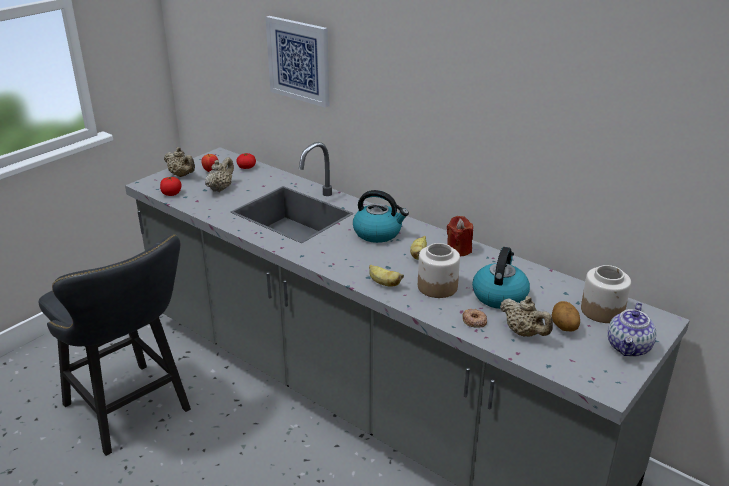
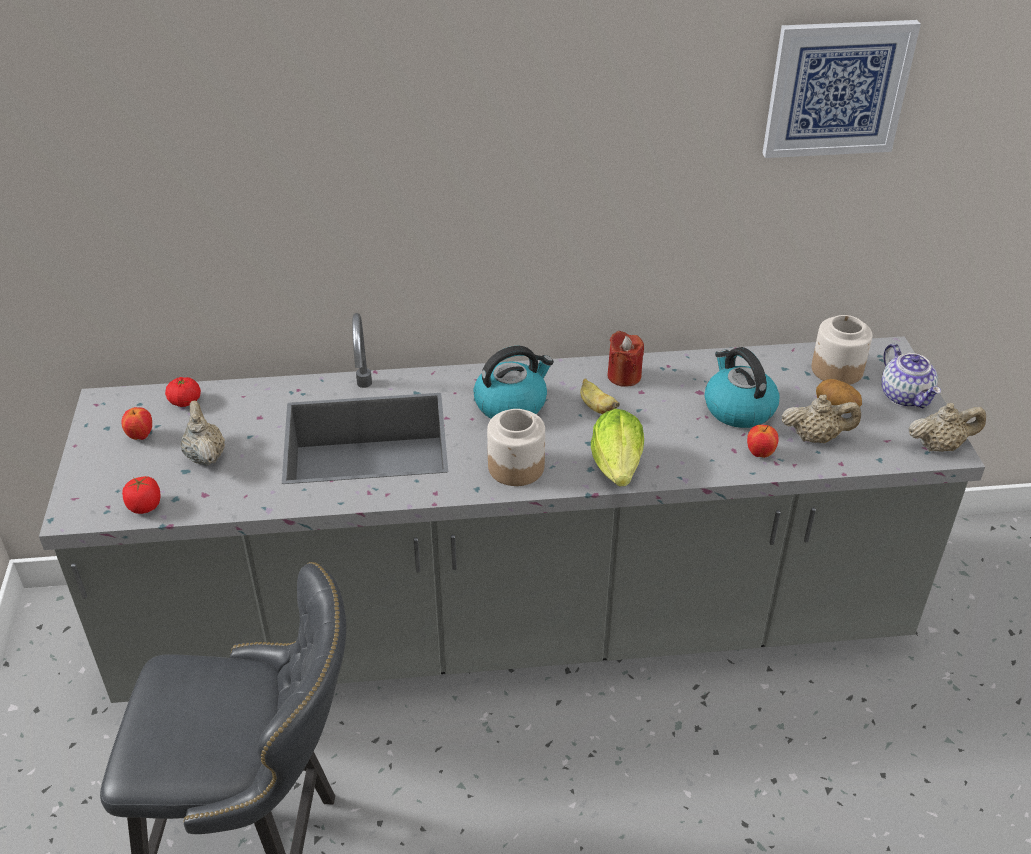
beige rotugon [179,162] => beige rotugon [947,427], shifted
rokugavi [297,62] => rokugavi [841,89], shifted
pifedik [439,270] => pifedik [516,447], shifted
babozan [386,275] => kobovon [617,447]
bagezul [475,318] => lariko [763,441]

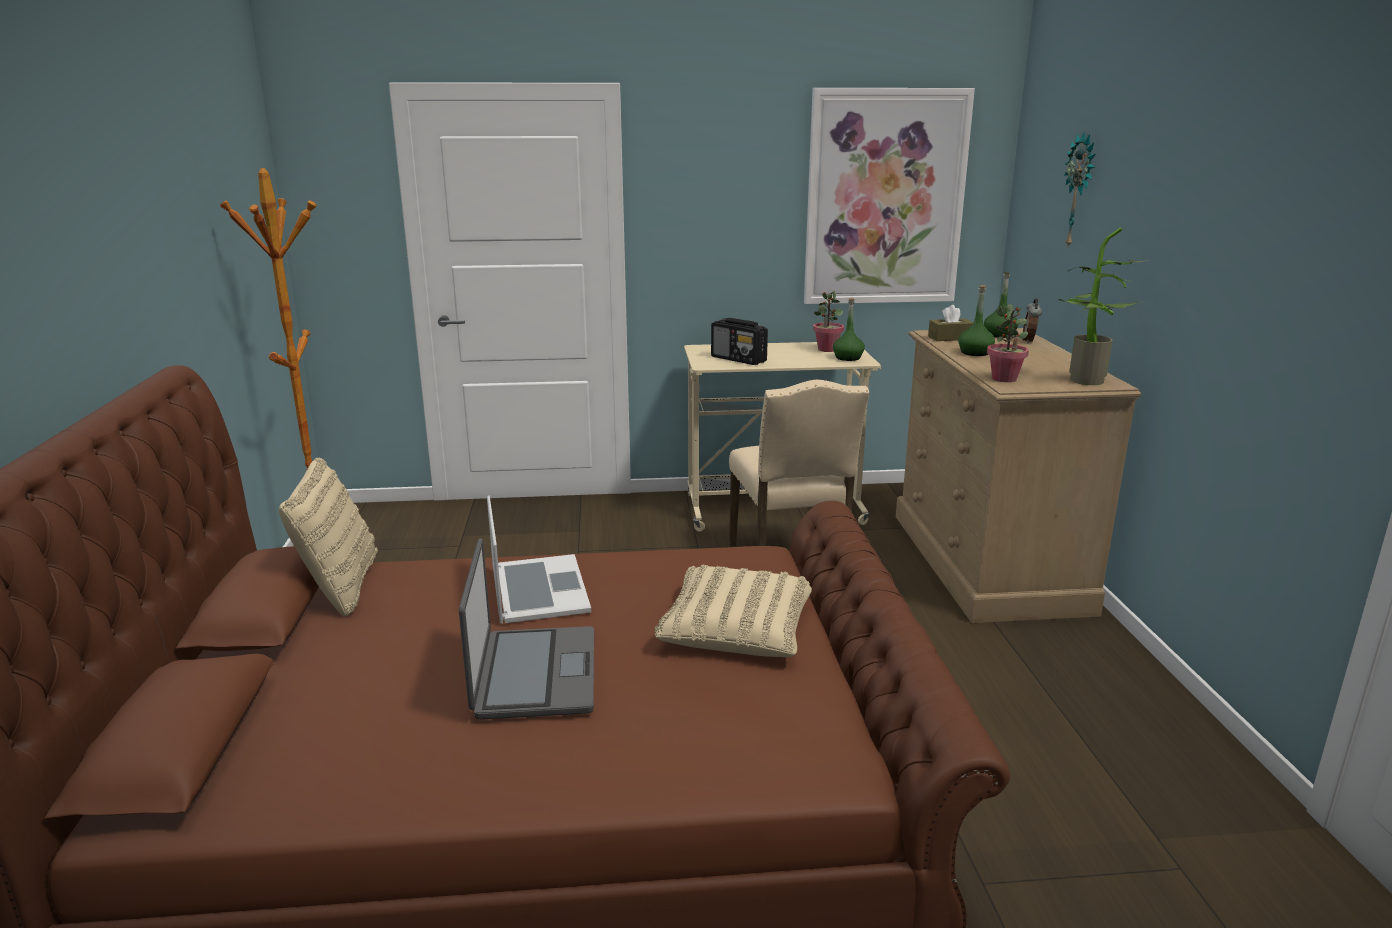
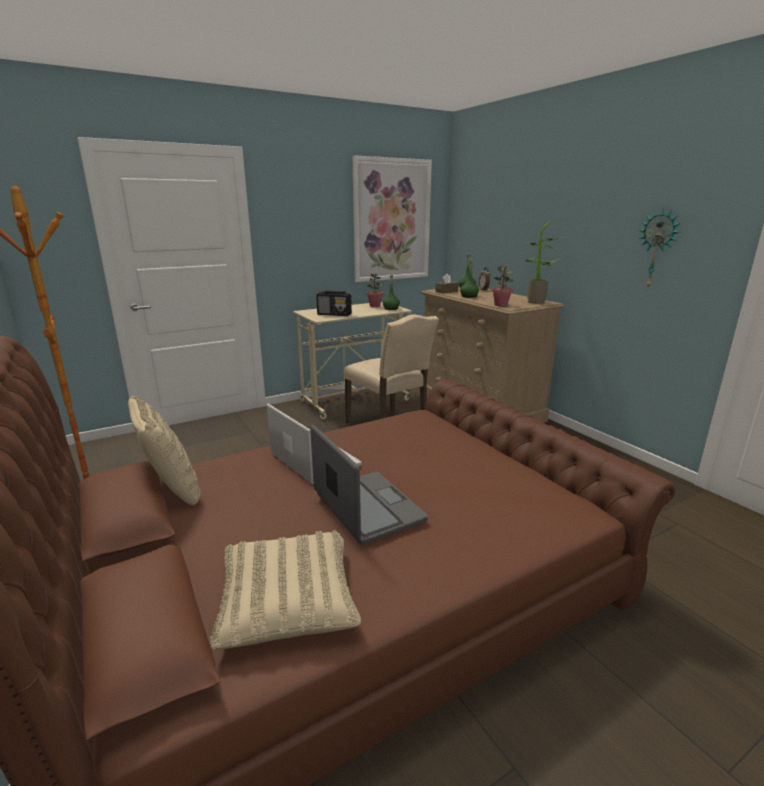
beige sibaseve [733,610] => beige sibaseve [285,590], shifted
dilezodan [1079,190] => dilezodan [660,247], shifted

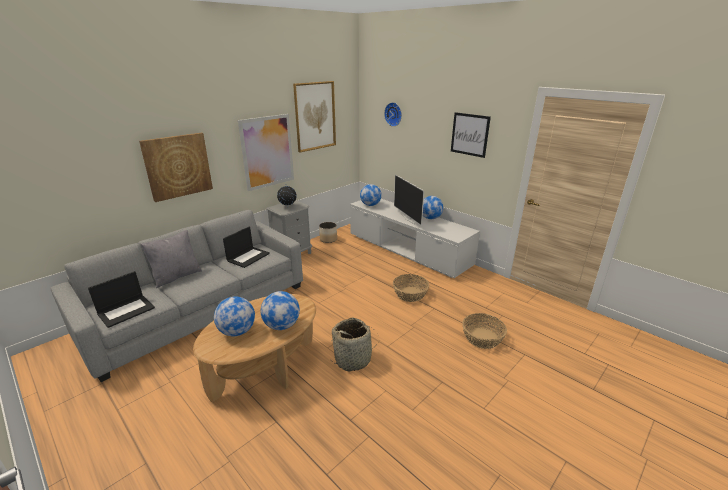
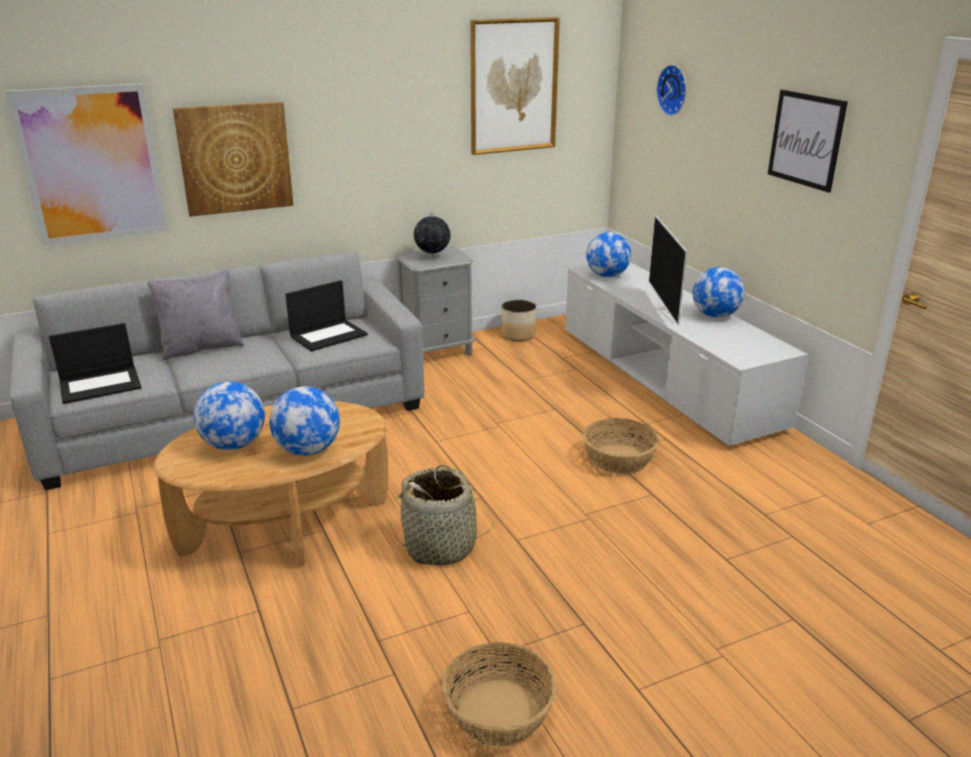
rokugavi [266,152] => rokugavi [87,164], shifted
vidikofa [484,331] => vidikofa [499,694], shifted

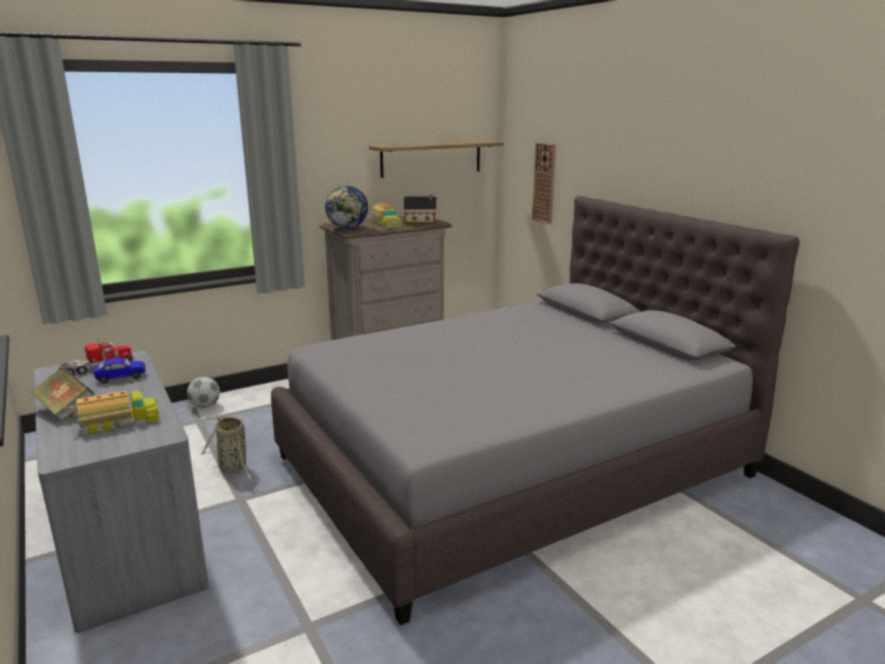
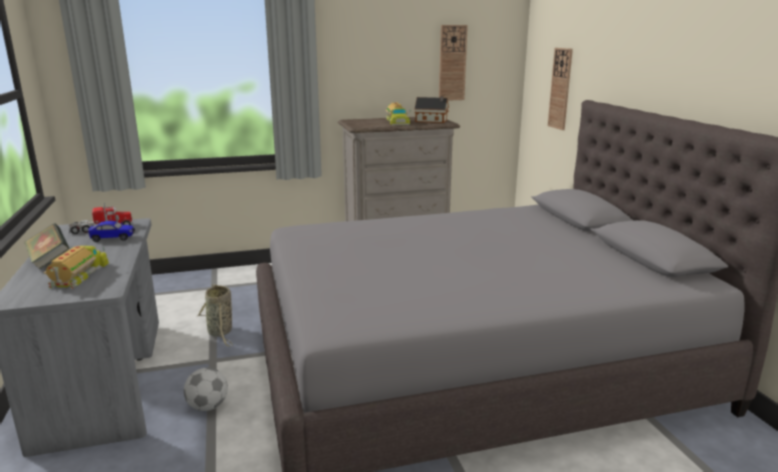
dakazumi [346,207] => nothing
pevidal [203,392] => pevidal [206,389], shifted
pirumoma [436,159] => dilezodan [453,63]
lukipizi [112,411] => lukipizi [76,267], 75 degrees counterclockwise

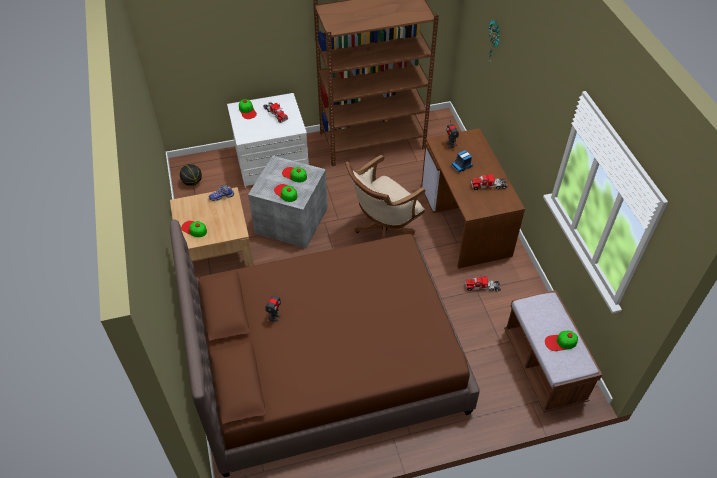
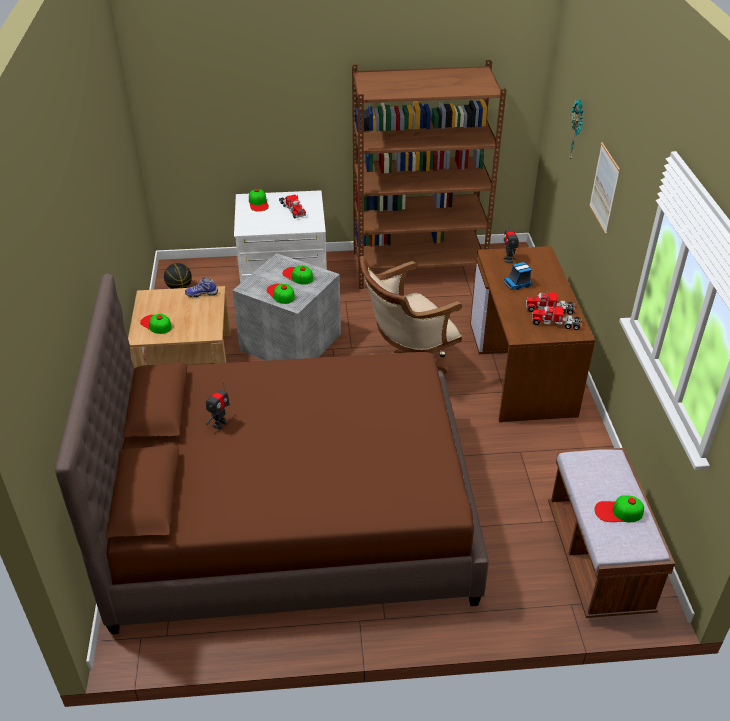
nothing => rokugavi [604,188]
lukipizi [483,283] => lukipizi [556,316], shifted

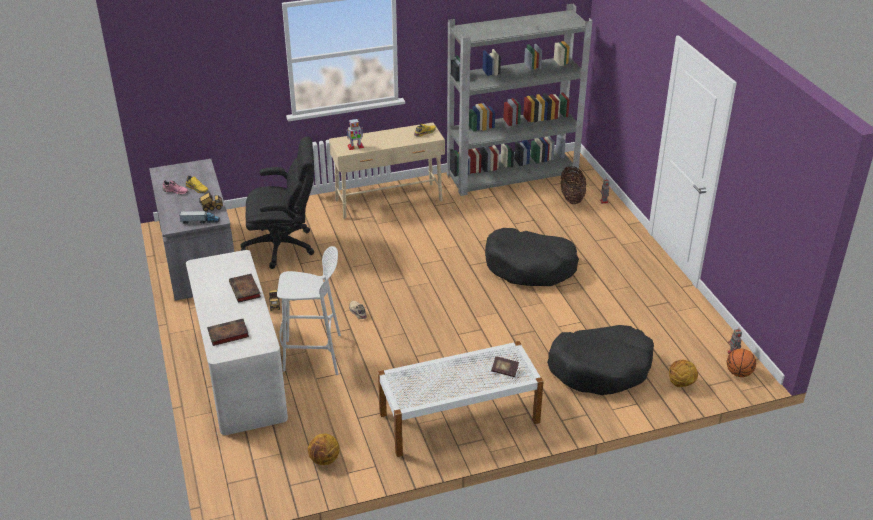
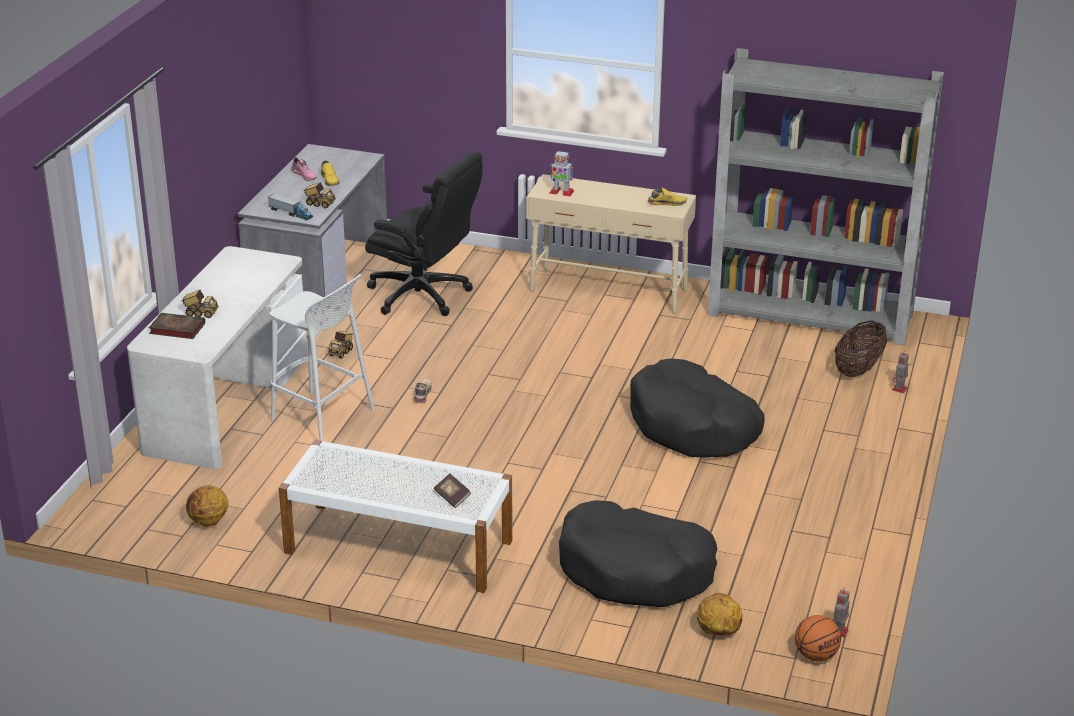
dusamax [245,288] => nothing
nothing => lukipizi [199,304]

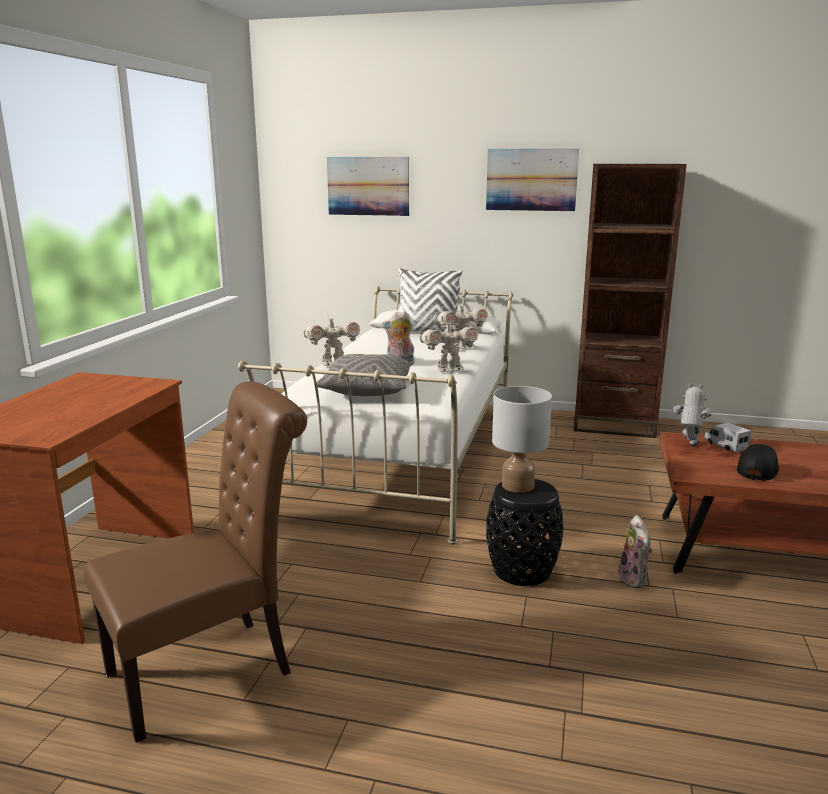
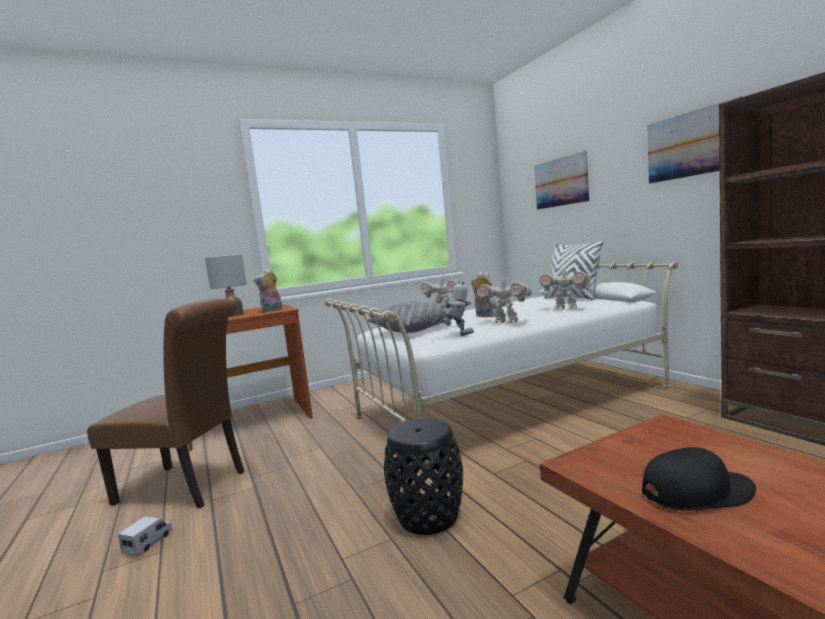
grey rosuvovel [522,439] => grey rosuvovel [226,285], shifted
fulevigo [635,551] => fulevigo [268,290], shifted
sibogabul [692,415] => sibogabul [453,308], shifted
lukipizi [727,437] => lukipizi [145,536], shifted

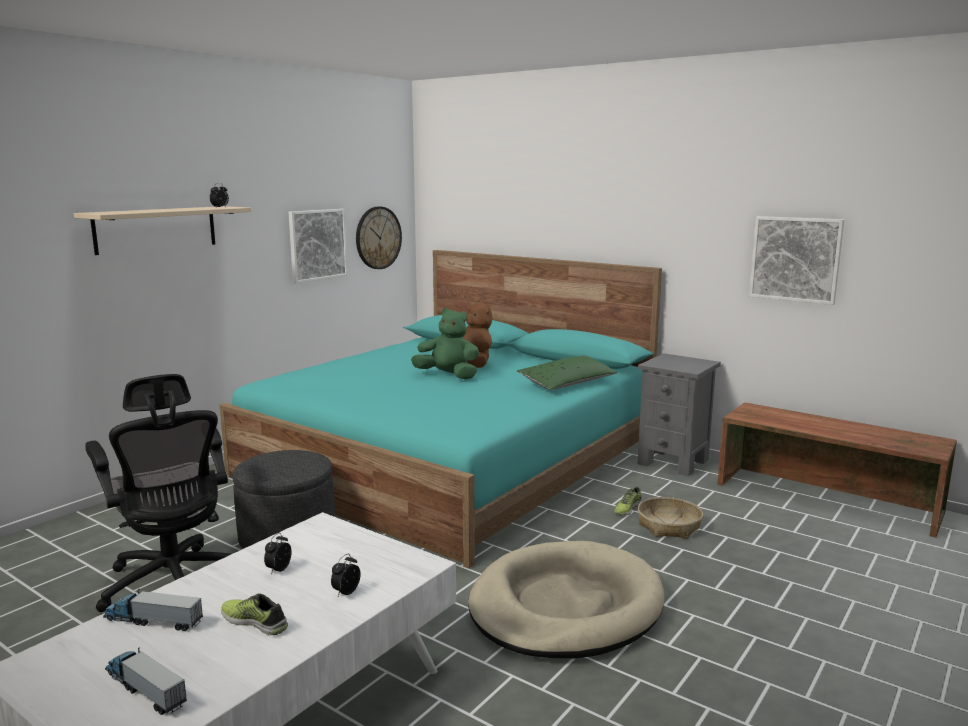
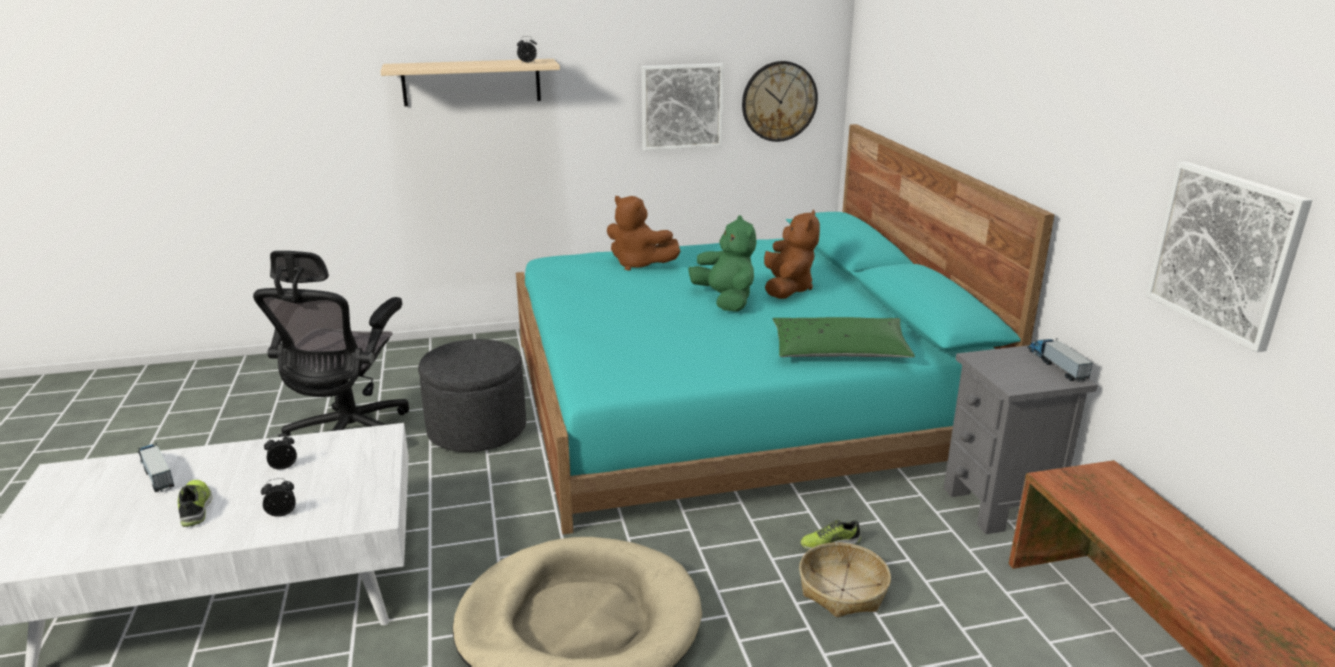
nothing => brown fulevigo [643,233]
lukipizi [146,681] => lukipizi [1060,360], shifted

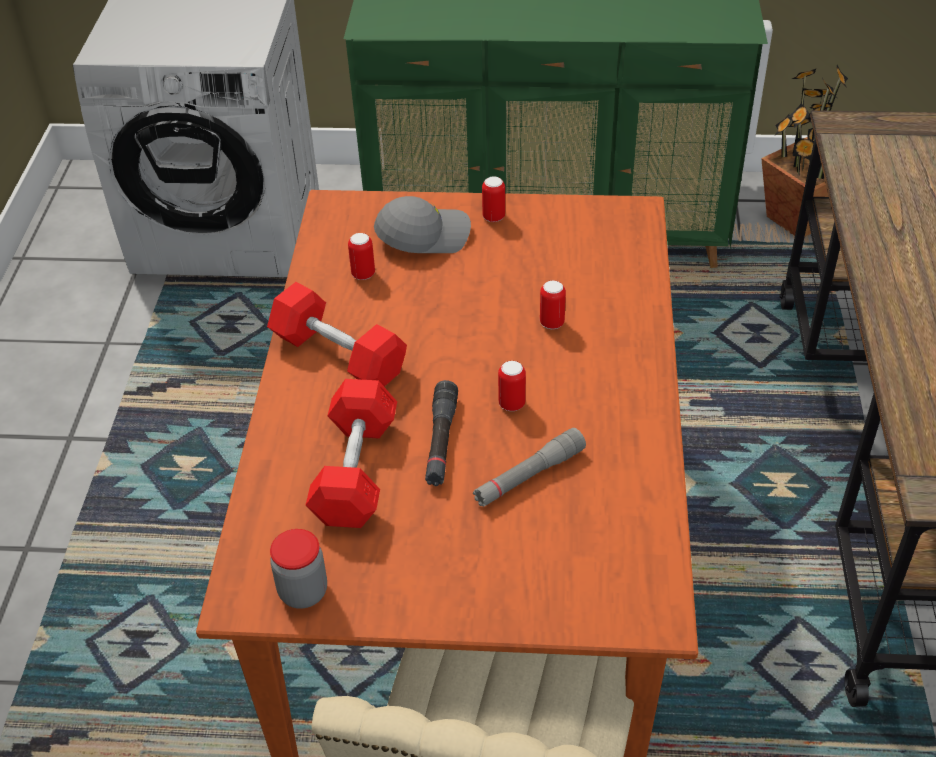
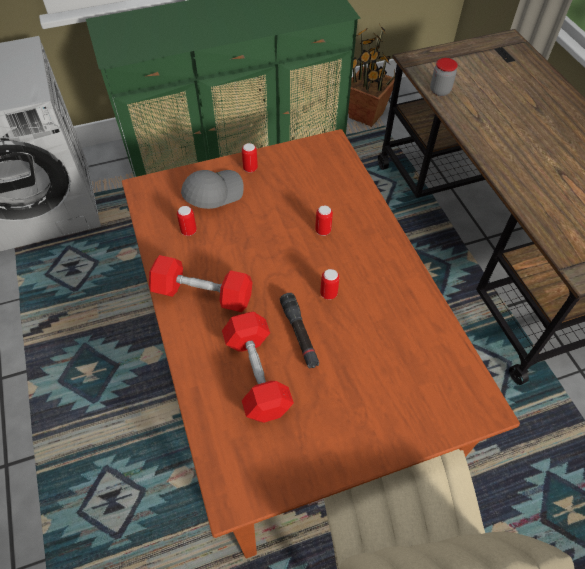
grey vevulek [529,467] => nothing
pifedik [298,569] => pifedik [444,77], shifted

